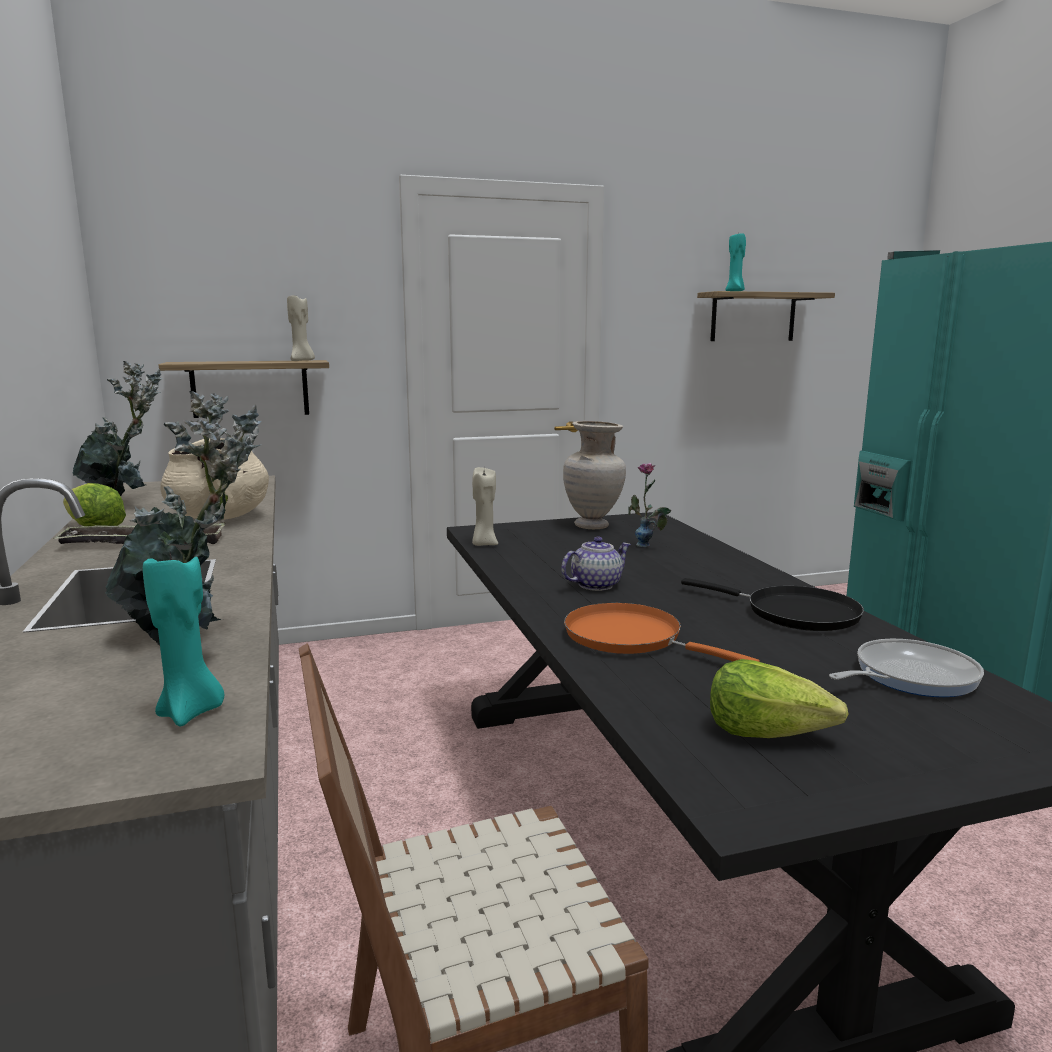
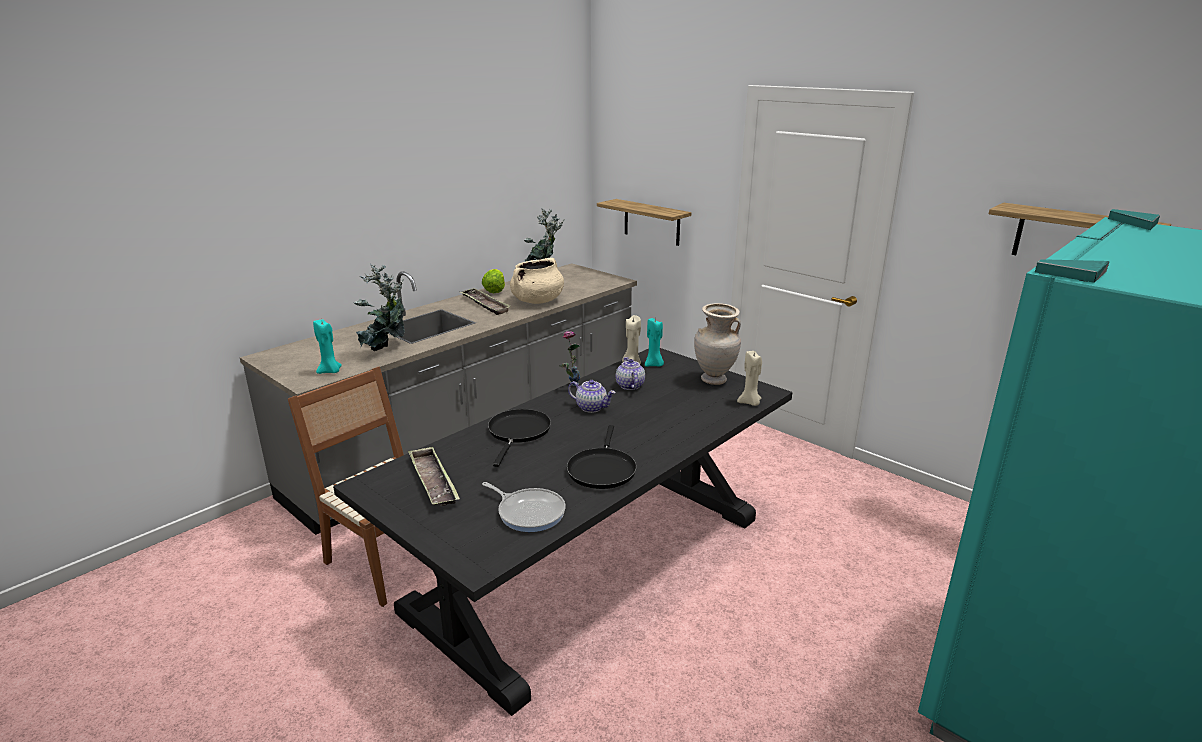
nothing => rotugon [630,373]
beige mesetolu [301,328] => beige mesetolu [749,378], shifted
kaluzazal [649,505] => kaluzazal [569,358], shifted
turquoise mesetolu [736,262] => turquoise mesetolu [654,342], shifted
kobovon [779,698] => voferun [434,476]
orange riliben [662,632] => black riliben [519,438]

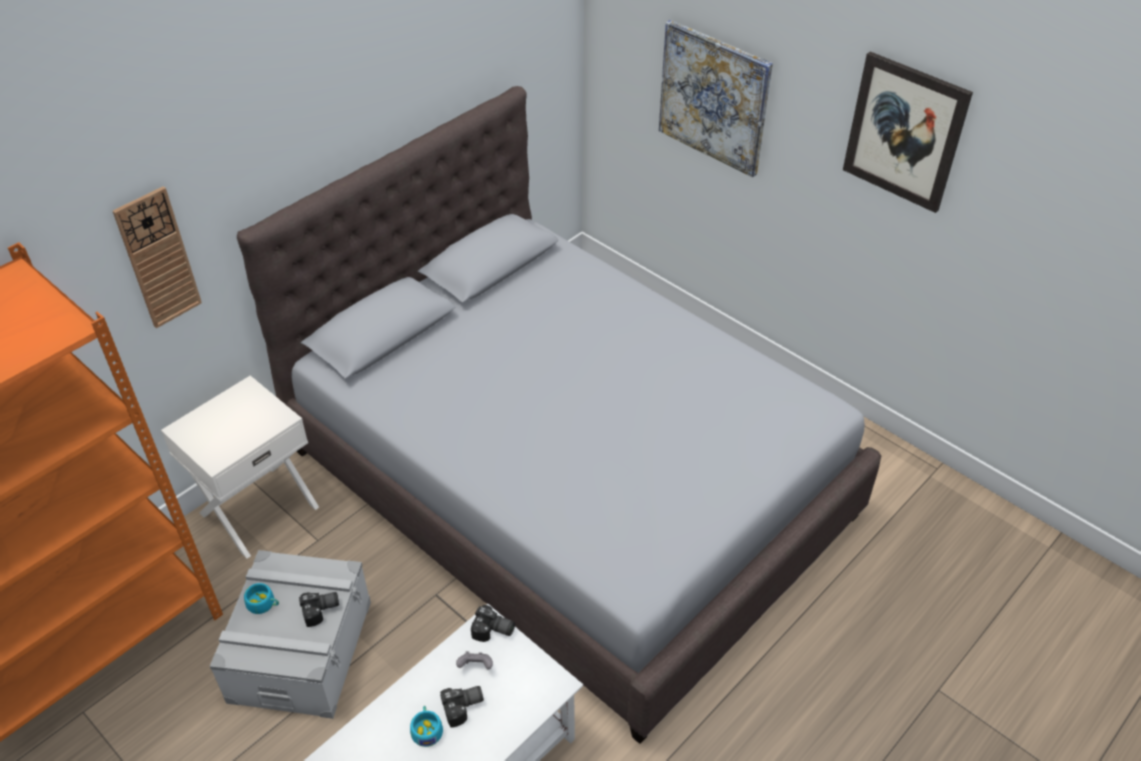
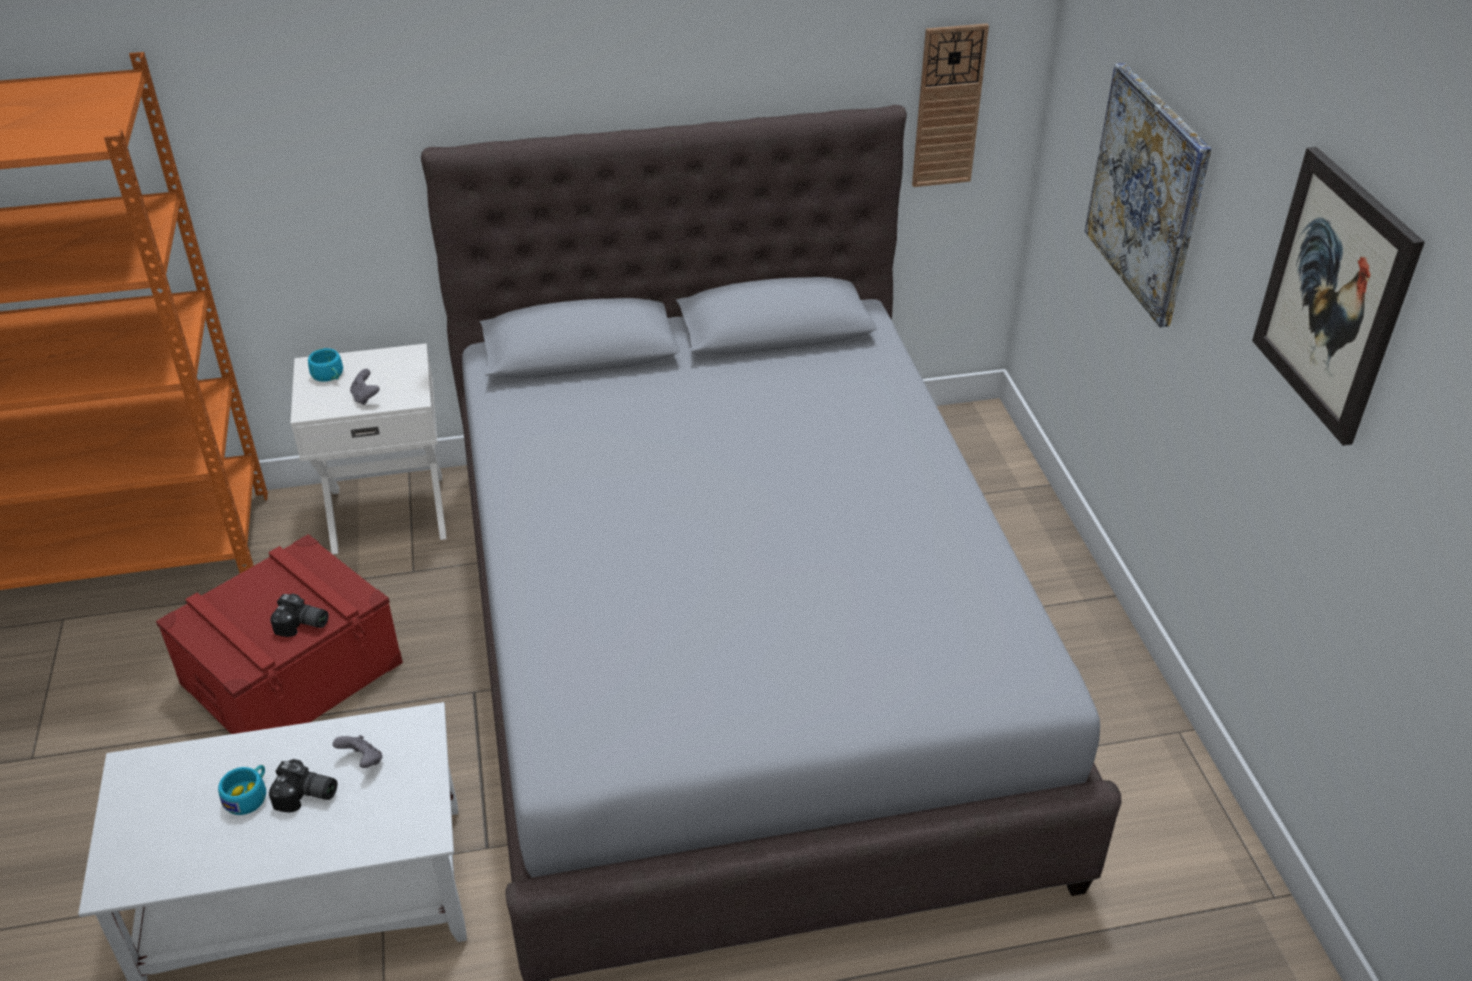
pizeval [493,623] => nothing
nothing => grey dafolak [365,387]
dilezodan [157,257] => dilezodan [950,105], shifted
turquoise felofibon [261,598] => turquoise felofibon [325,365], shifted
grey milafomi [290,634] => red milafomi [279,634]

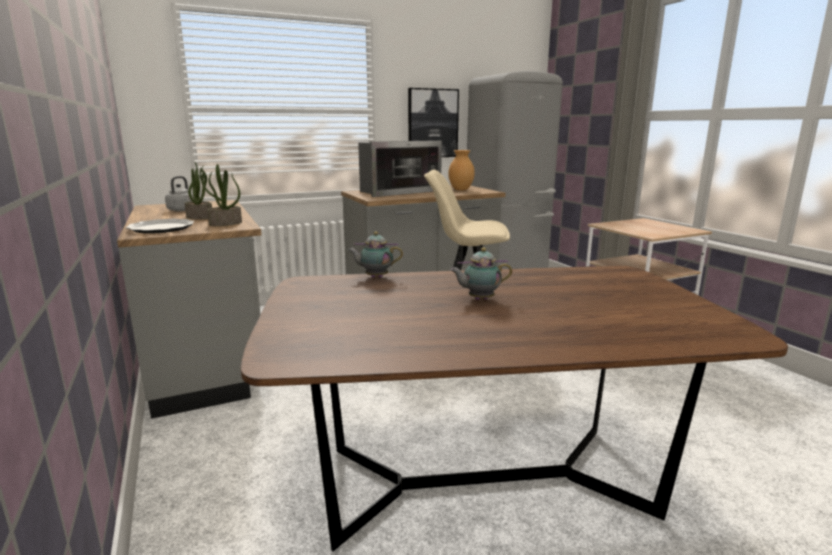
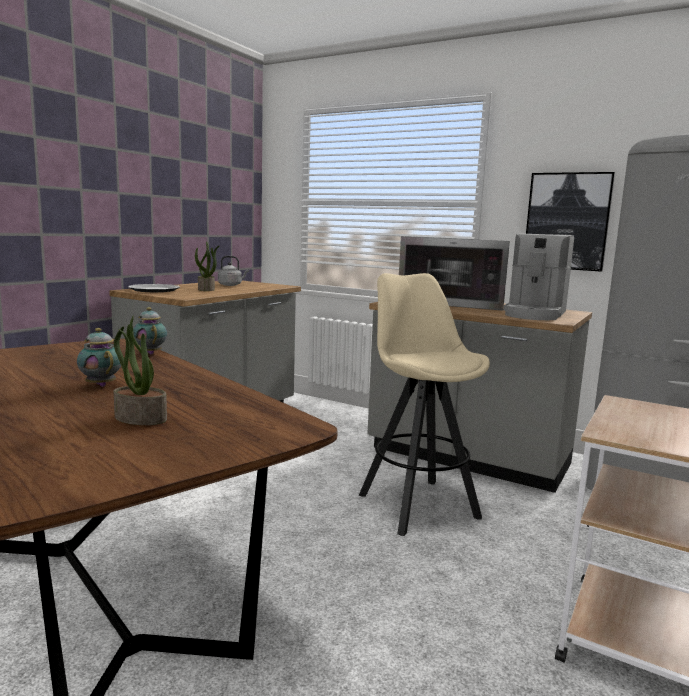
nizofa [222,195] => nizofa [140,370], shifted
brown kaluzazal [461,170] => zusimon [539,276]

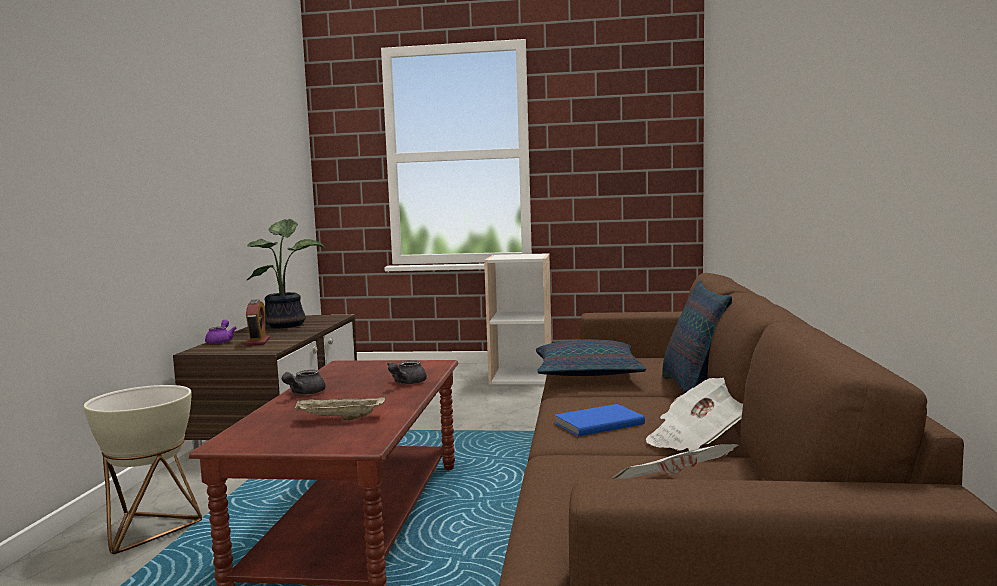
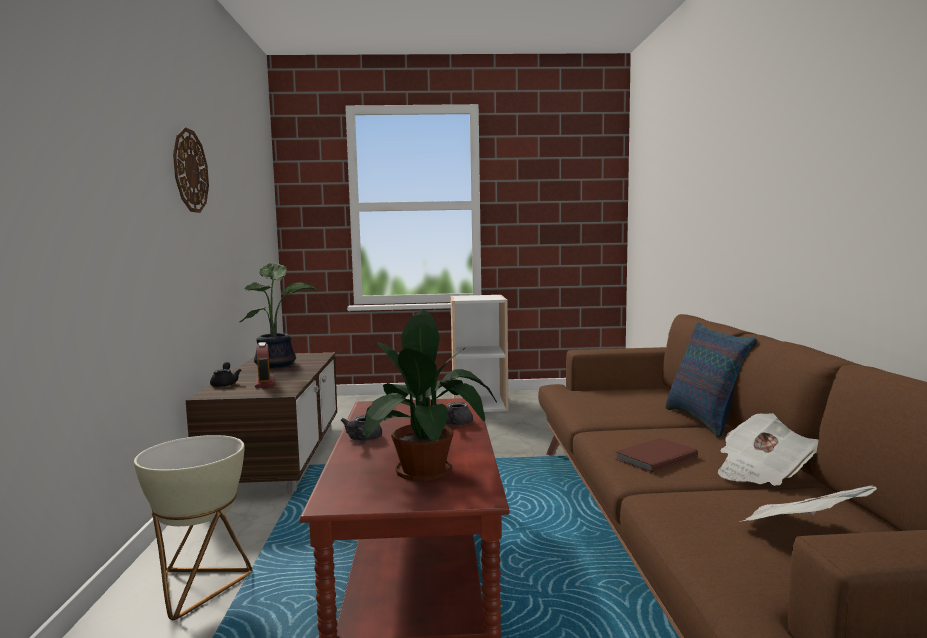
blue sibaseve [591,357] => nothing
nothing => dilezodan [191,170]
beige voferun [340,408] => nizofa [430,395]
purple rotugon [221,332] => black rotugon [226,374]
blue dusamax [600,420] => brown dusamax [656,455]

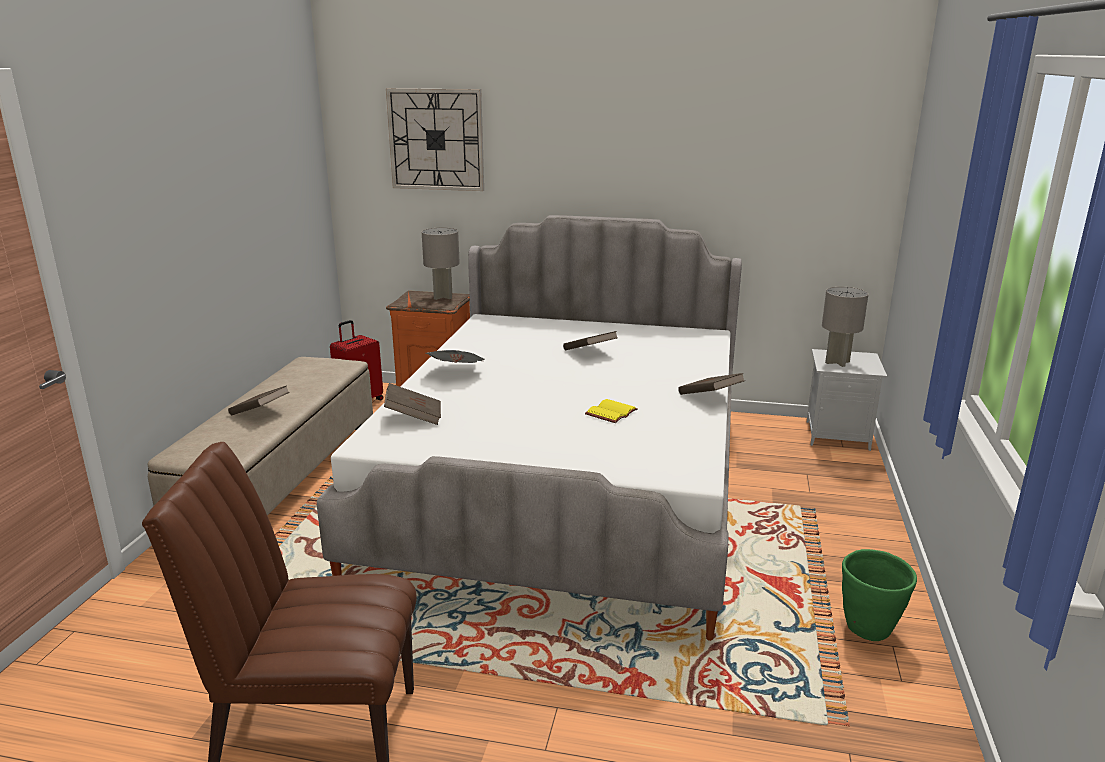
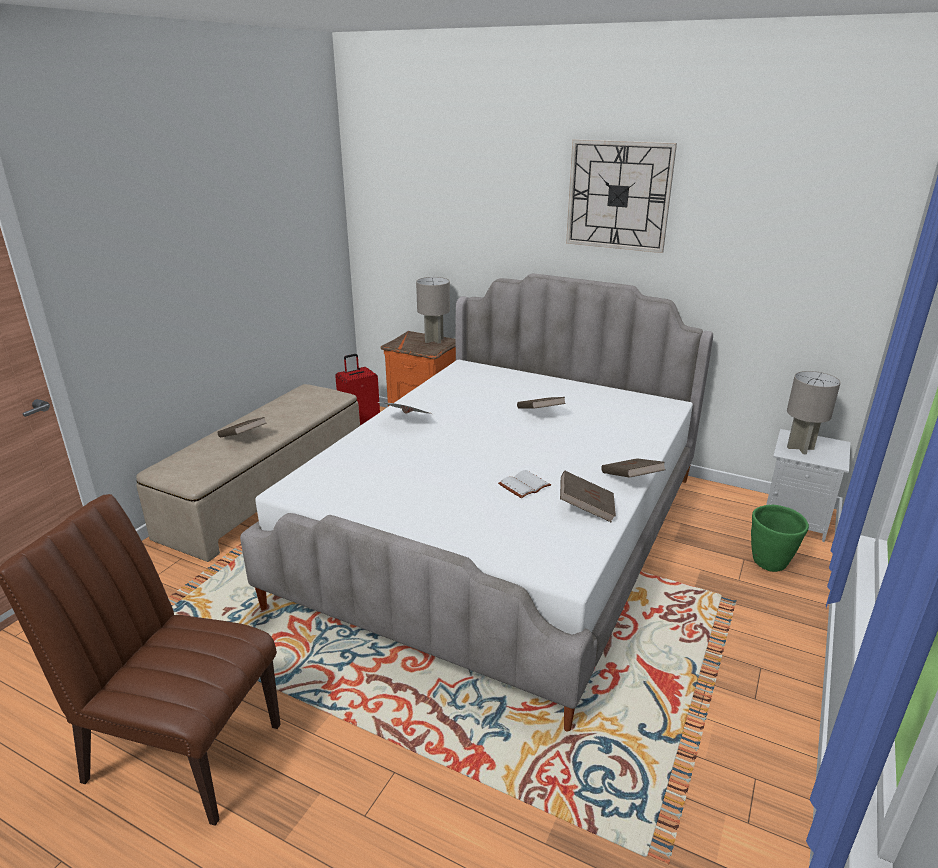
brown dusamax [412,404] => brown dusamax [588,496], shifted
dilezodan [435,139] => dilezodan [621,196], shifted
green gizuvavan [879,595] => green gizuvavan [780,538], shifted
yellow dusamax [611,411] => white dusamax [524,484]

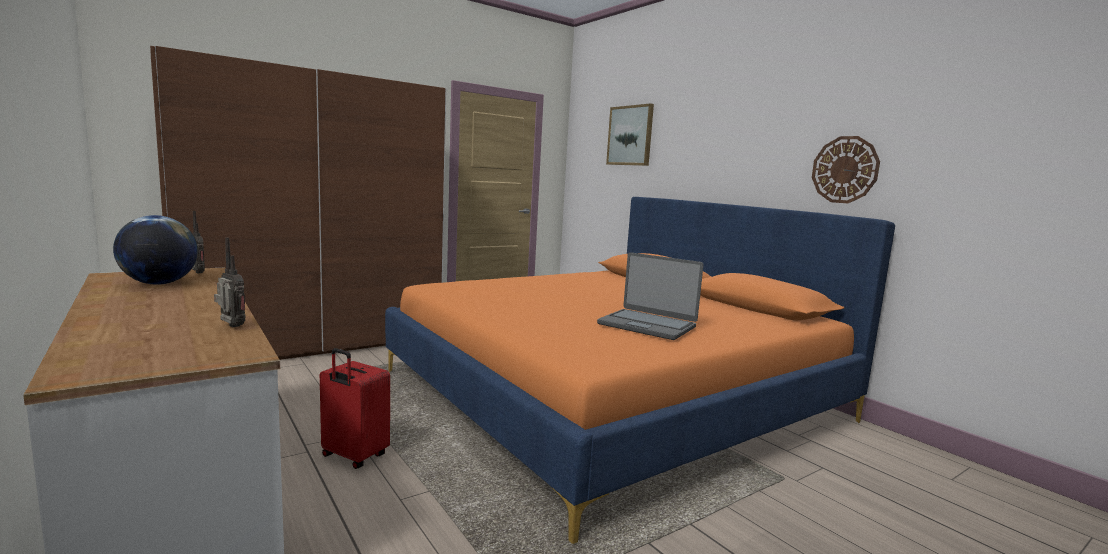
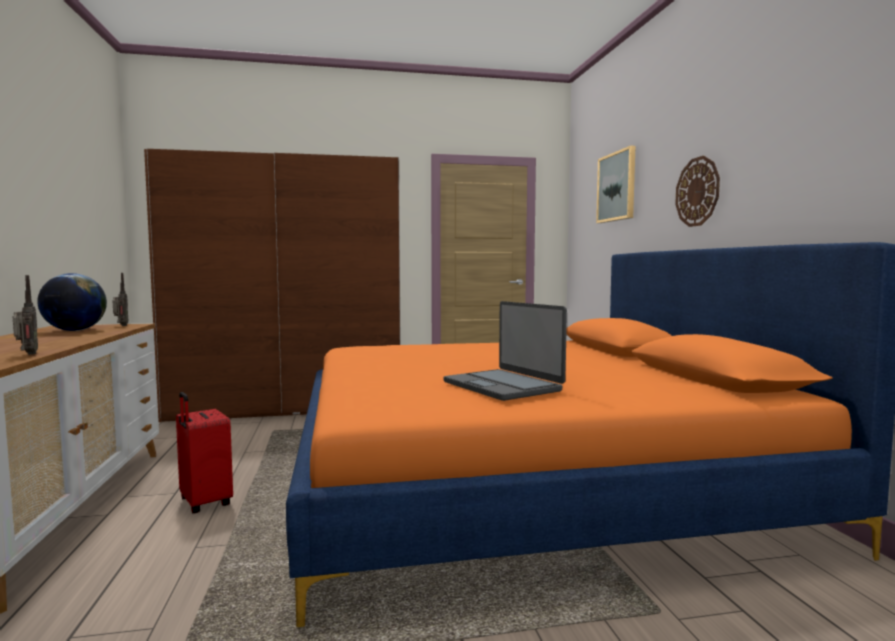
dilezodan [846,169] => dilezodan [697,191], shifted

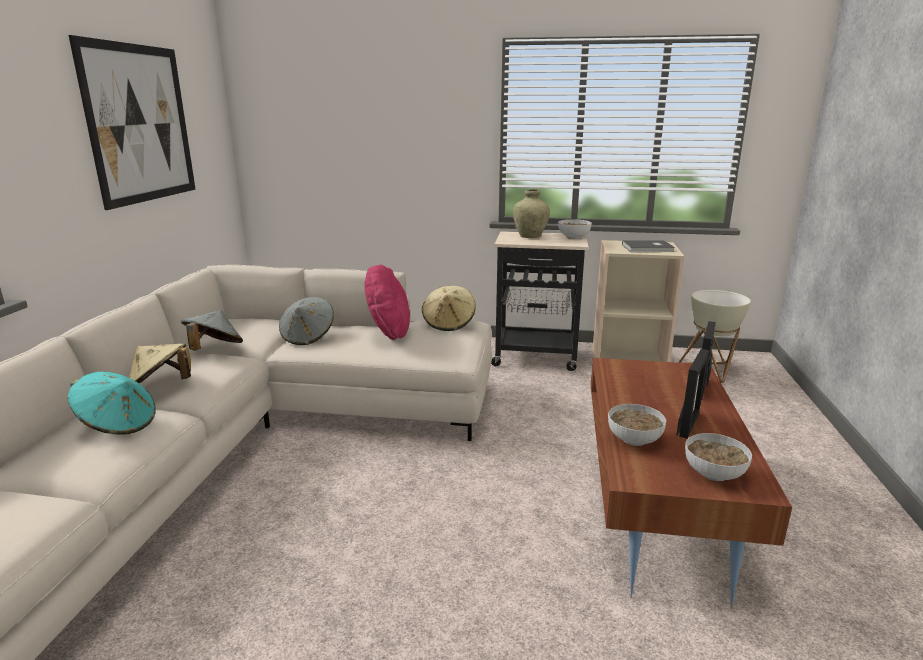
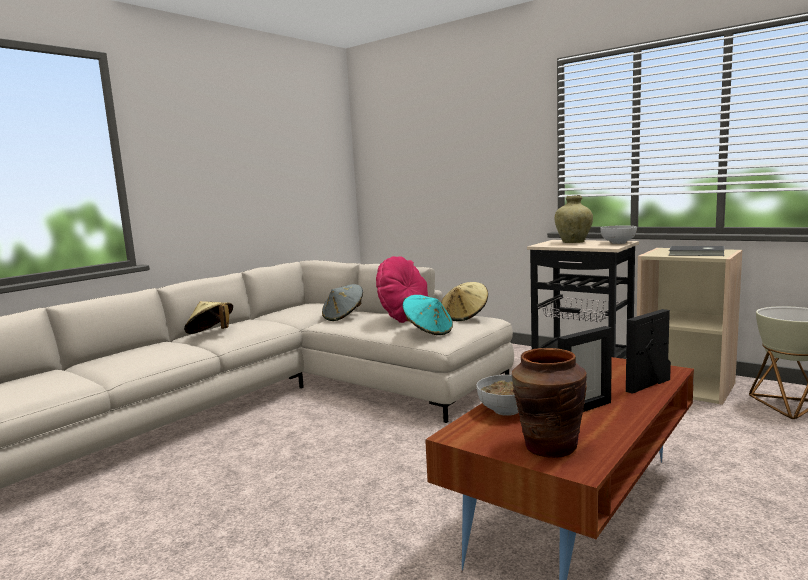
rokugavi [132,122] => nothing
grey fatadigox [212,330] => nothing
turquoise fatadigox [112,403] => turquoise fatadigox [428,315], shifted
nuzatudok [718,457] => brown kaluzazal [549,403]

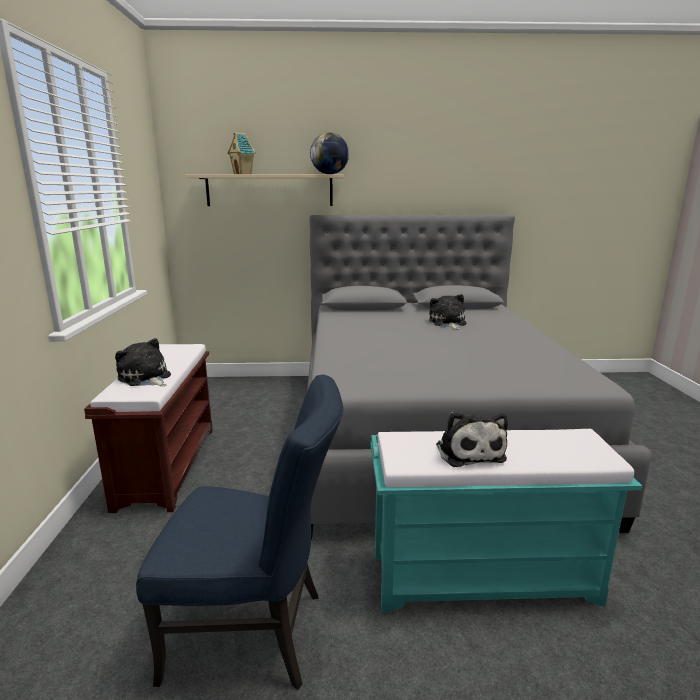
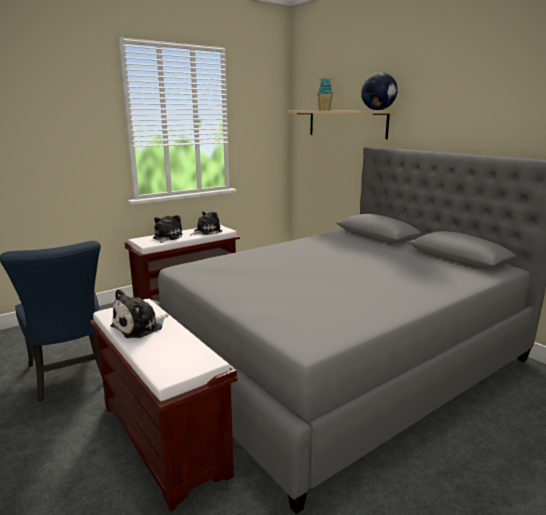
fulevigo [447,312] => fulevigo [206,223], shifted
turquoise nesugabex [506,520] => brown nesugabex [163,405]

